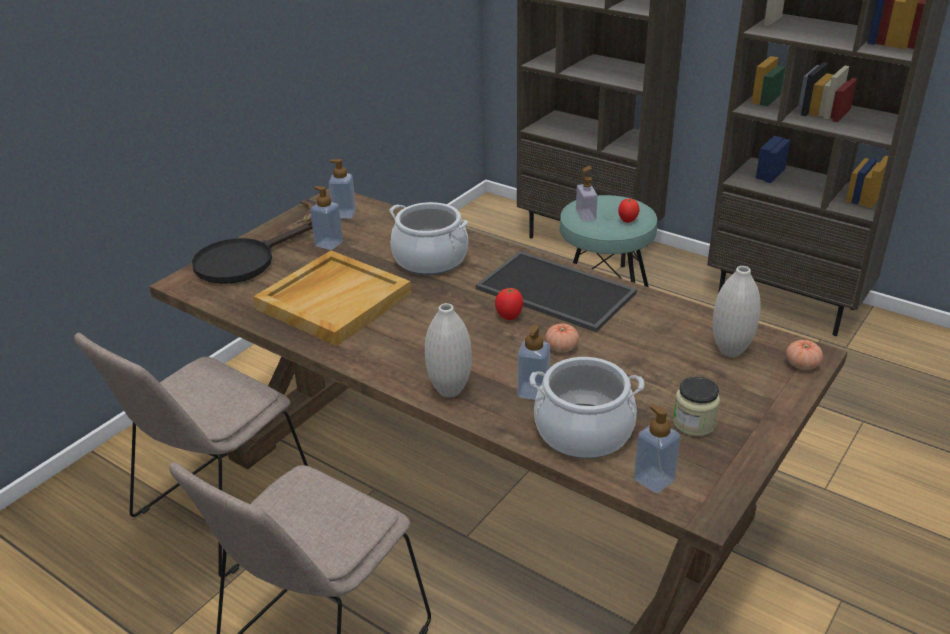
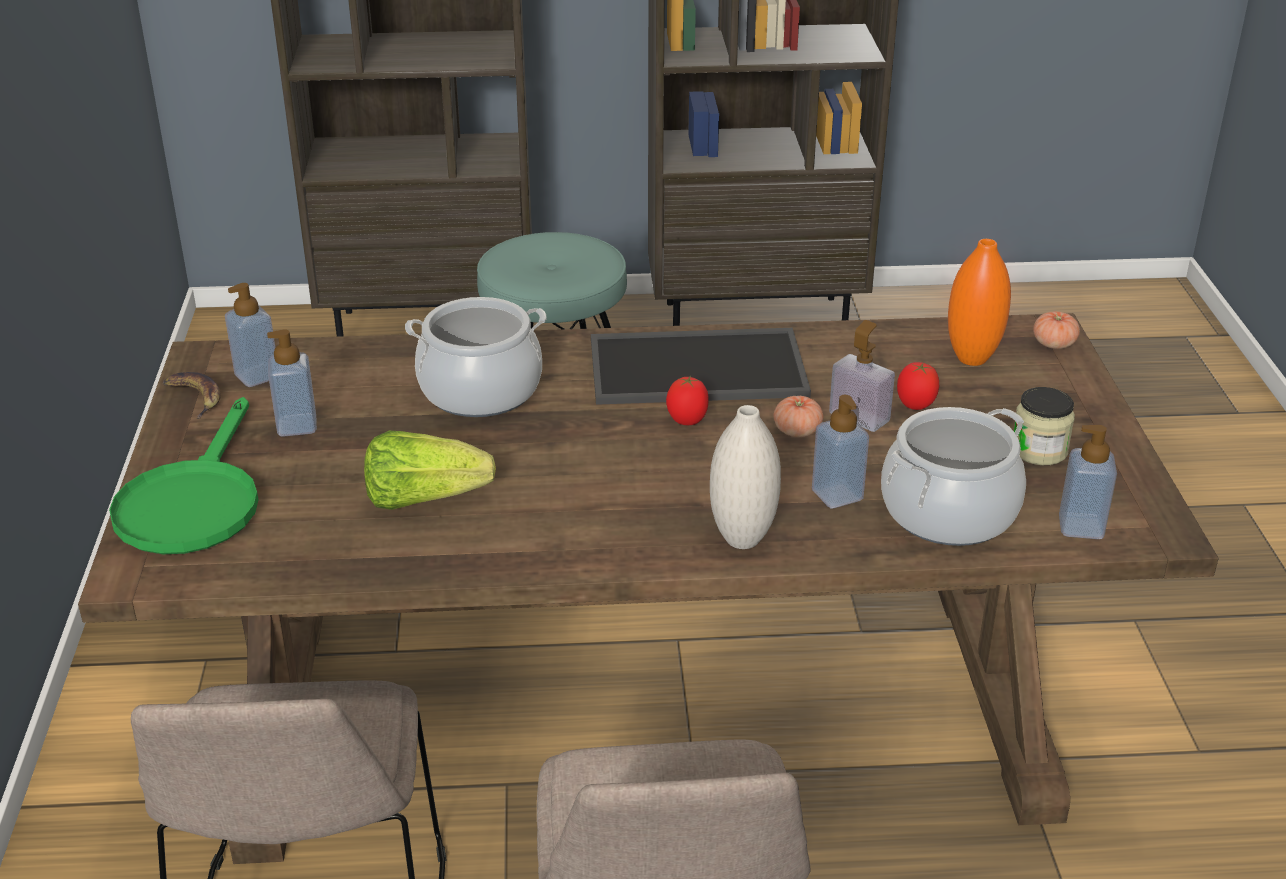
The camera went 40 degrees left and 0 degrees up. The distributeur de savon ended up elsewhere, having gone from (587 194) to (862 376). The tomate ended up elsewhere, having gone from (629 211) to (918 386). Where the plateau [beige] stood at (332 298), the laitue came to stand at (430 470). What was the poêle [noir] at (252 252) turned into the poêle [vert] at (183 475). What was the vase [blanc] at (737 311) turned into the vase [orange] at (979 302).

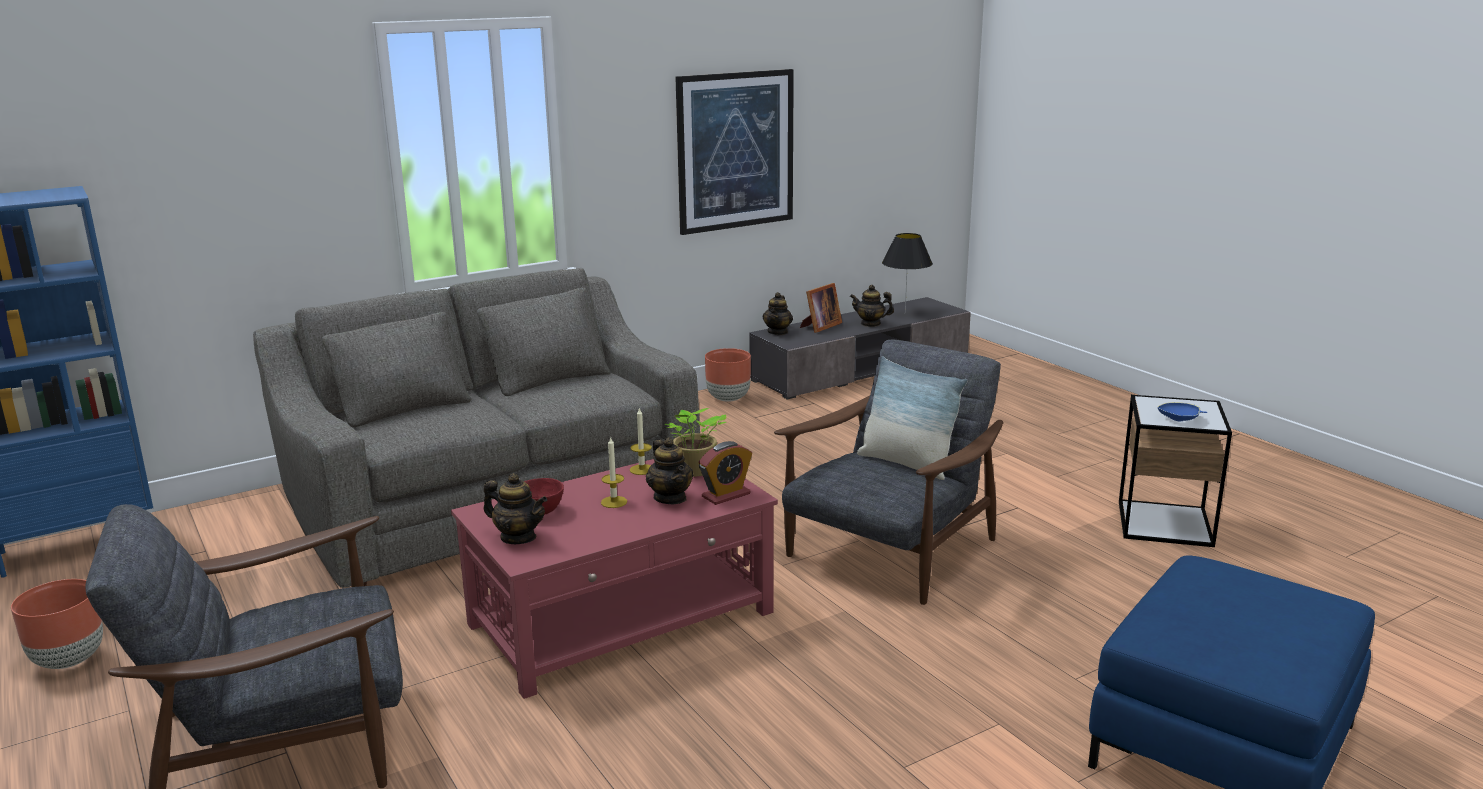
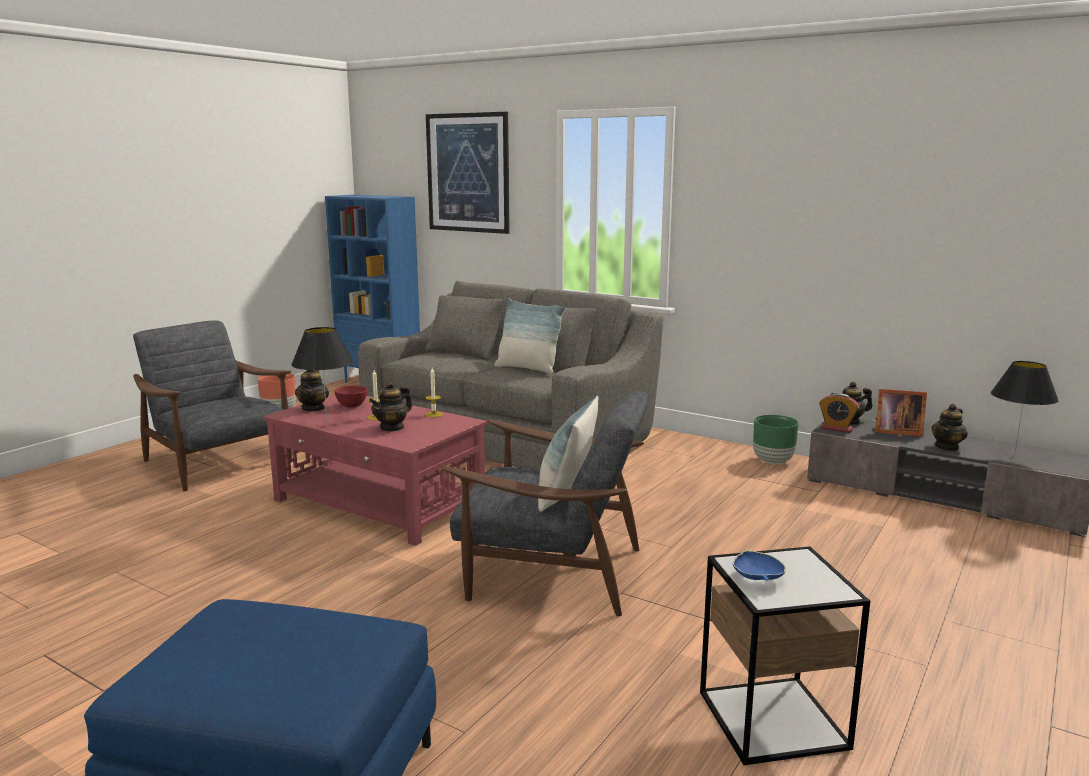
The camera went 65 degrees right and 5 degrees down. The second view lost the plante en pot at (695 442). The second view gained the lampe de table [noir] at (322 375). The second view gained the coussin at (529 336). The tableau ended up elsewhere, having gone from (734 152) to (468 173). The réveil ended up elsewhere, having gone from (725 473) to (839 413). What was the cache-pot [marron] at (728 375) turned into the cache-pot [vert] at (776 439). The théière at (872 306) ended up facing another way, 120 degrees counterclockwise from before.

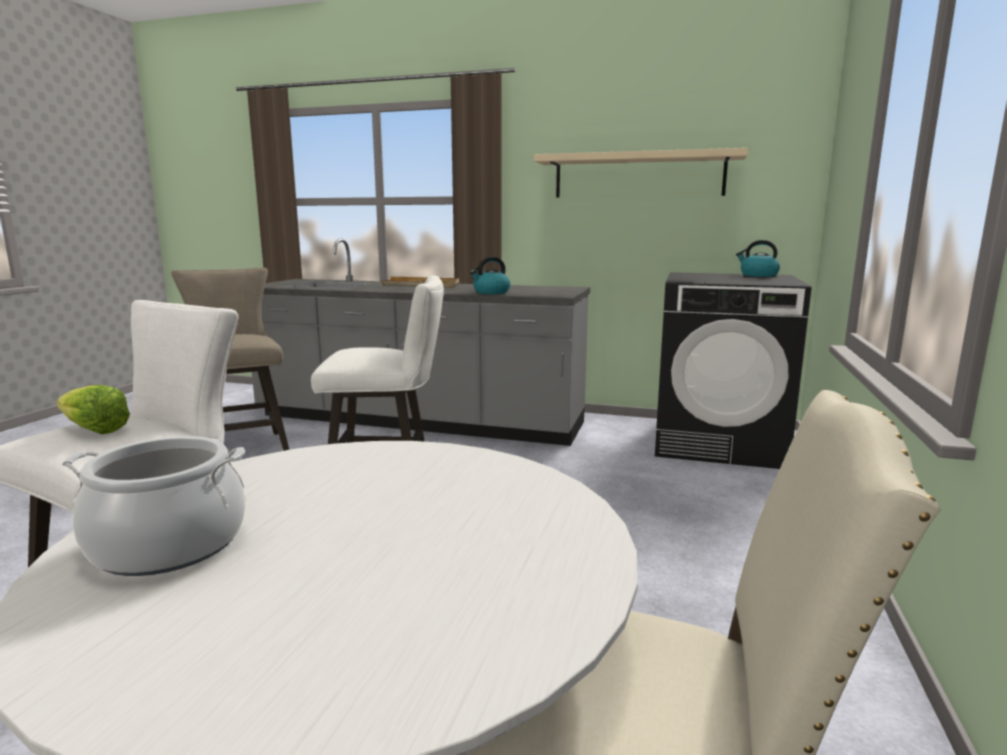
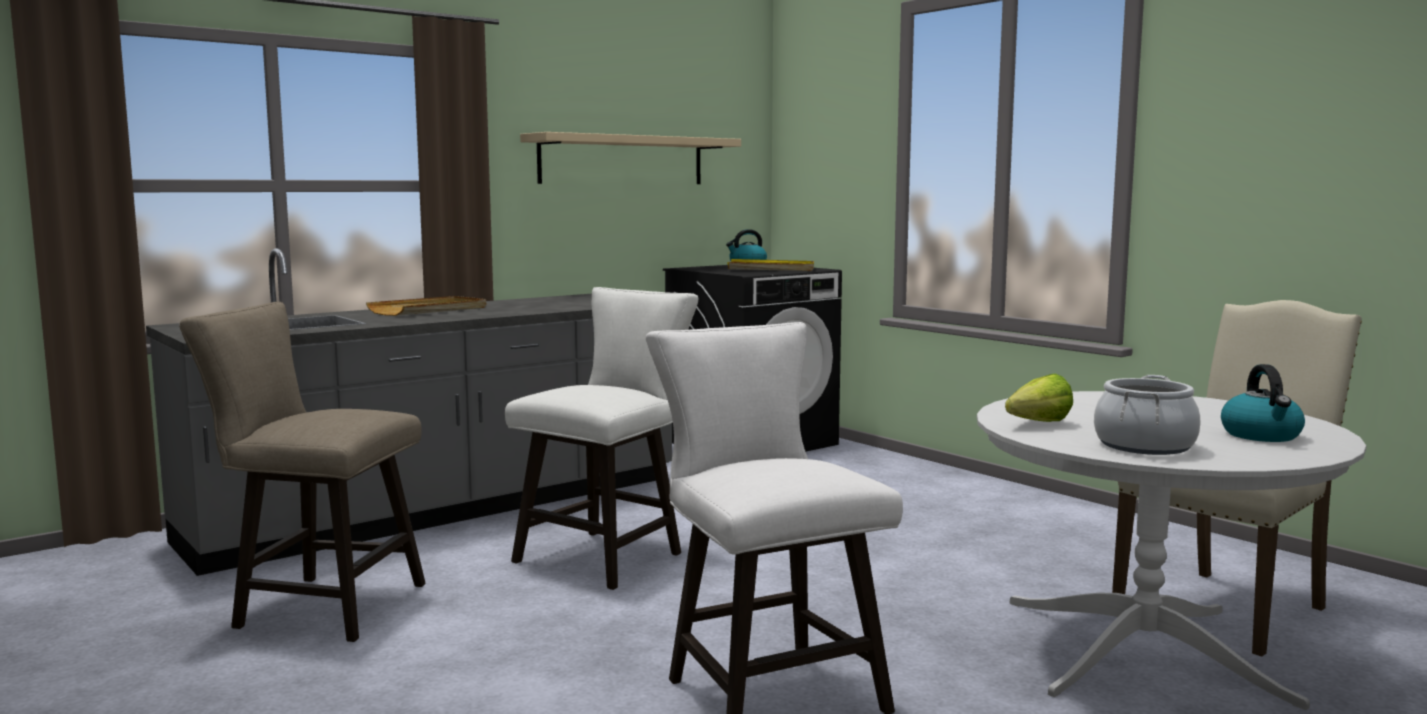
The camera went 55 degrees left and 5 degrees down. The second view gained the plateau [jaune] at (771 265). The laitue ended up elsewhere, having gone from (93 409) to (1039 398). The bouilloire ended up elsewhere, having gone from (490 275) to (1263 403).

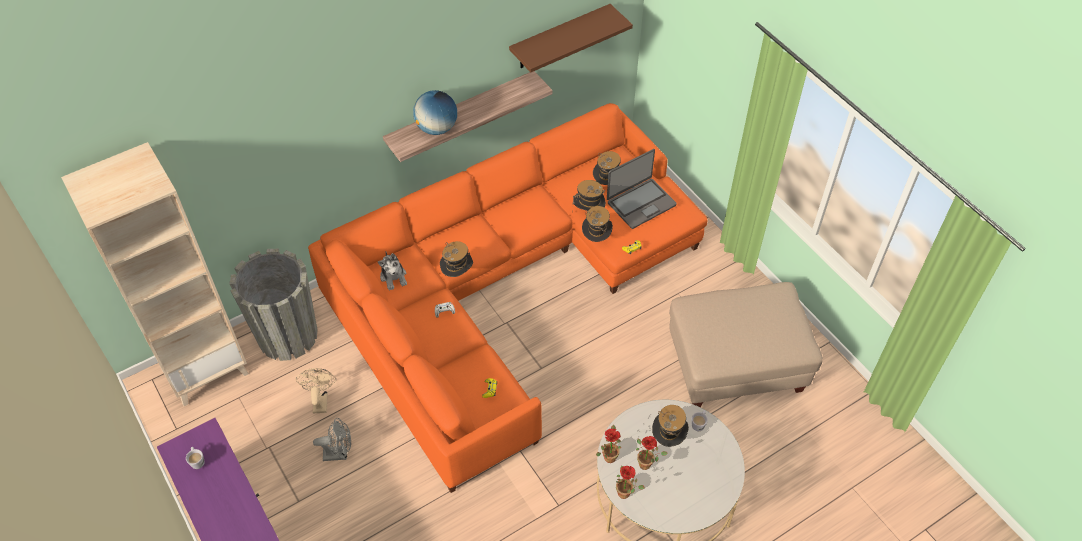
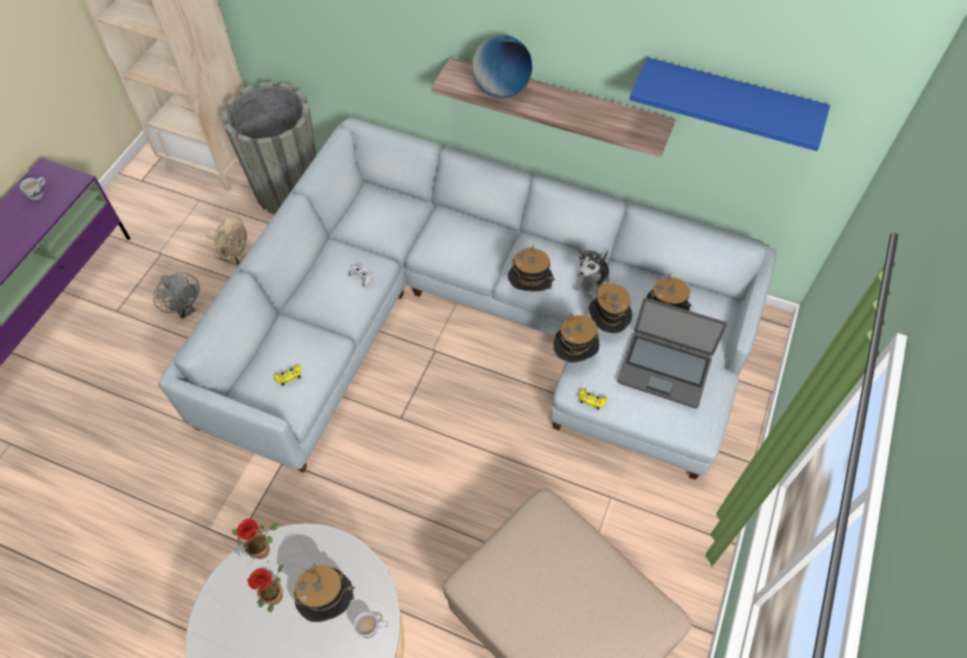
The camera went 55 degrees right and 5 degrees up. The second view lost the plante en pot at (630 482). The peluche ended up elsewhere, having gone from (392 270) to (590 274). The chapeau ended up elsewhere, having gone from (456 259) to (531 267). What was the canapé [orange] at (507 298) turned into the canapé [gris] at (467 299). What was the étagère [marron] at (571 38) turned into the étagère [bleu] at (729 104). The ventilateur [beige] at (315 390) ended up facing another way, 60 degrees clockwise from before.

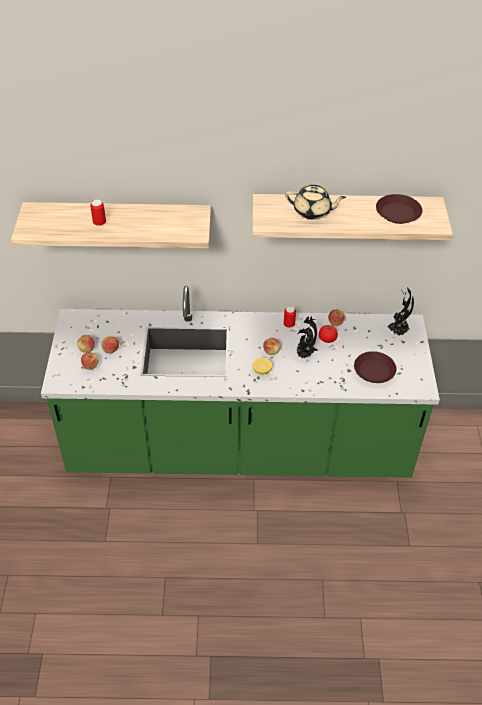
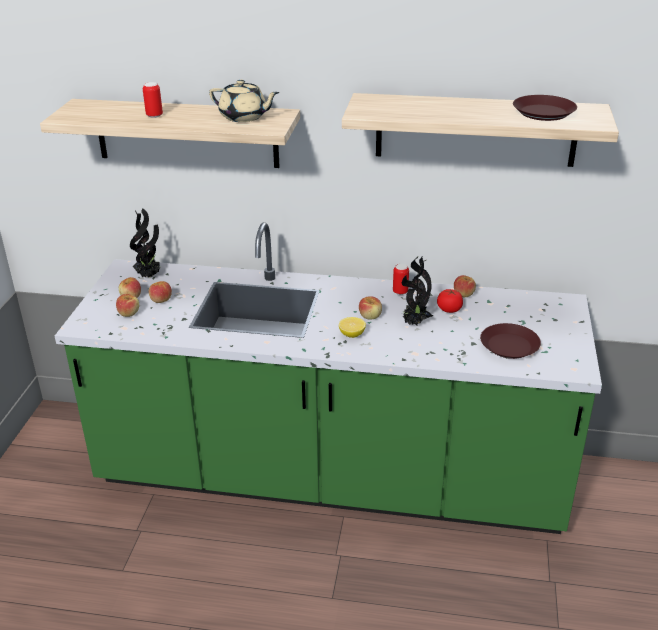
The camera went 10 degrees right and 15 degrees down. The théière [beige] ended up elsewhere, having gone from (315 202) to (244 101). The plante en pot ended up elsewhere, having gone from (400 312) to (144 243).

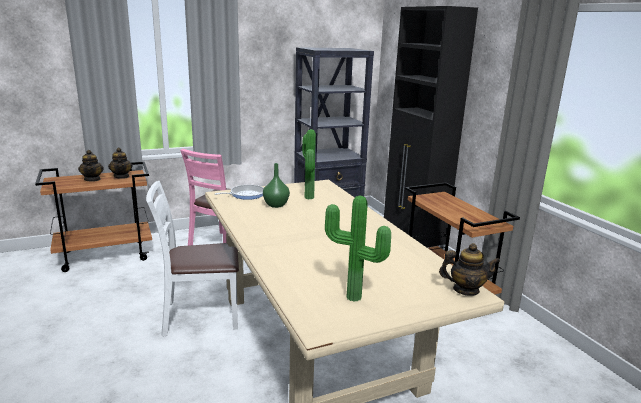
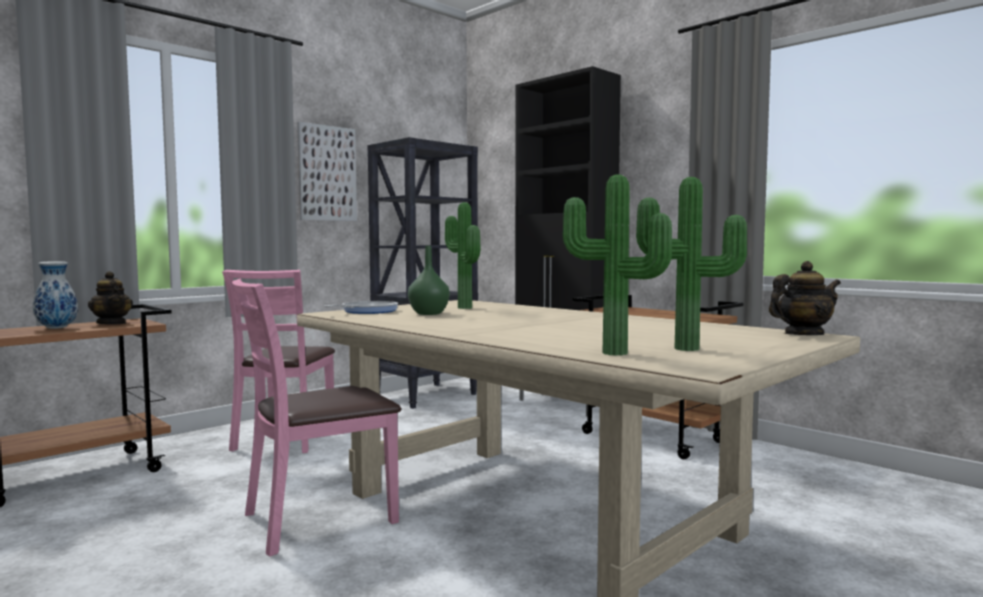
The camera went 20 degrees left and 15 degrees down. The second view gained the tableau at (327 171). The second view gained the plante en pot at (617 265). Where the théière stood at (91 166), the vase came to stand at (55 295). What was the chaise [blanc] at (192 259) turned into the chaise [rose] at (316 417).

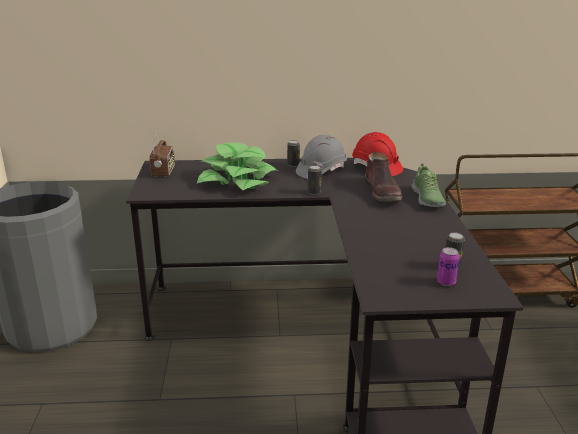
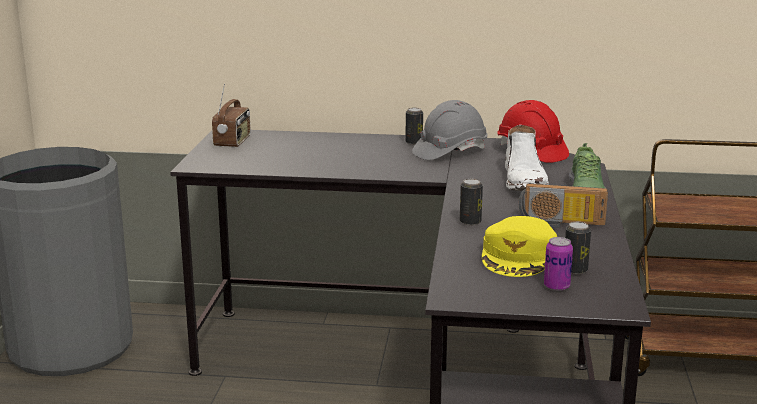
The camera went 10 degrees right and 5 degrees down. The second view lost the plante en pot at (237 166). The second view gained the casquette [jaune] at (519 246). The second view gained the radio at (563 206). The boîte métallique ended up elsewhere, having gone from (315 180) to (471 202). What was the botte [marron] at (383 177) turned into the botte [blanc] at (527 158).

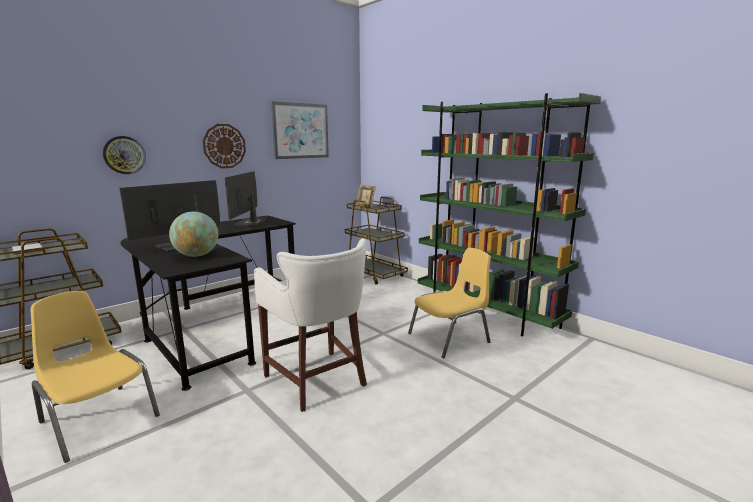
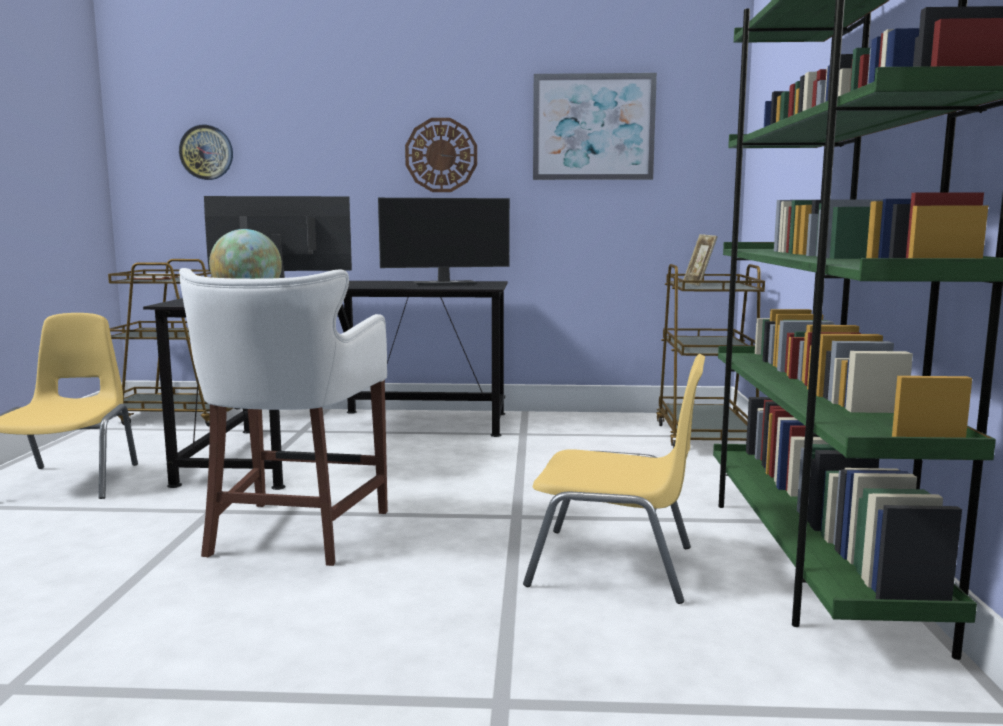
The camera went 45 degrees right and 5 degrees down. The horloge murale ended up elsewhere, having gone from (124 155) to (206 152). The écran d'ordinateur at (246 198) ended up facing another way, 150 degrees counterclockwise from before.

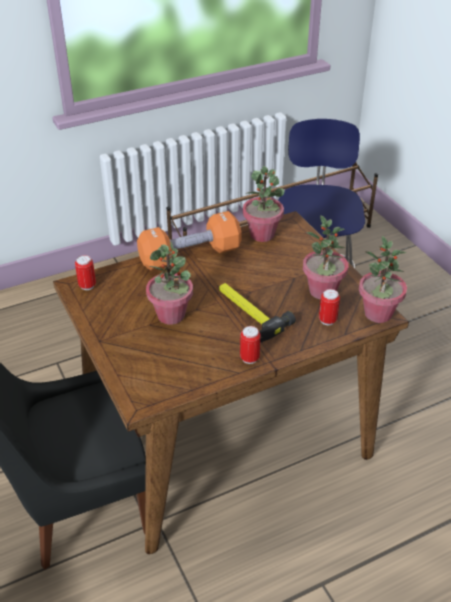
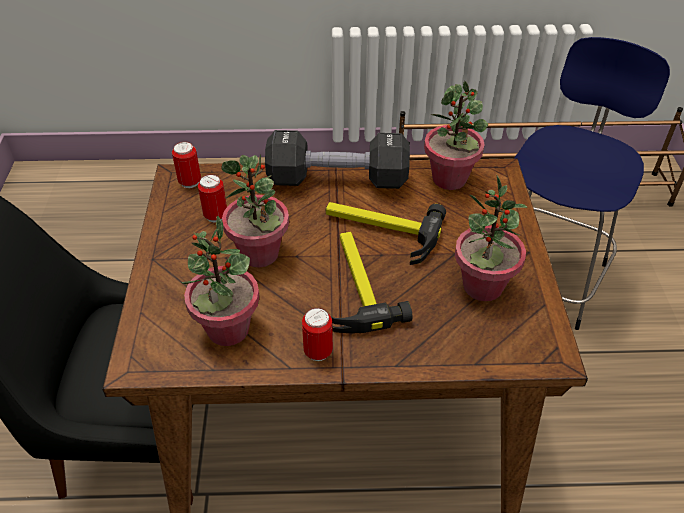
The camera went 25 degrees right and 5 degrees up. The second view gained the marteau at (386 233). The boîte métallique ended up elsewhere, having gone from (329 307) to (212 198). The plante en pot ended up elsewhere, having gone from (383 279) to (220 281). What was the haltère [orange] at (189 241) turned into the haltère [noir] at (337 159).

